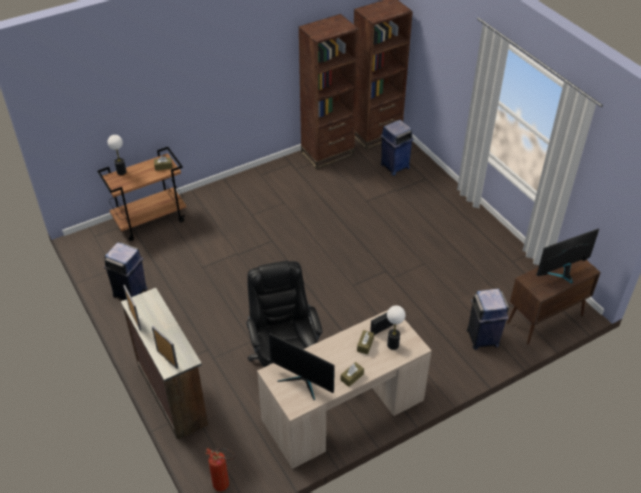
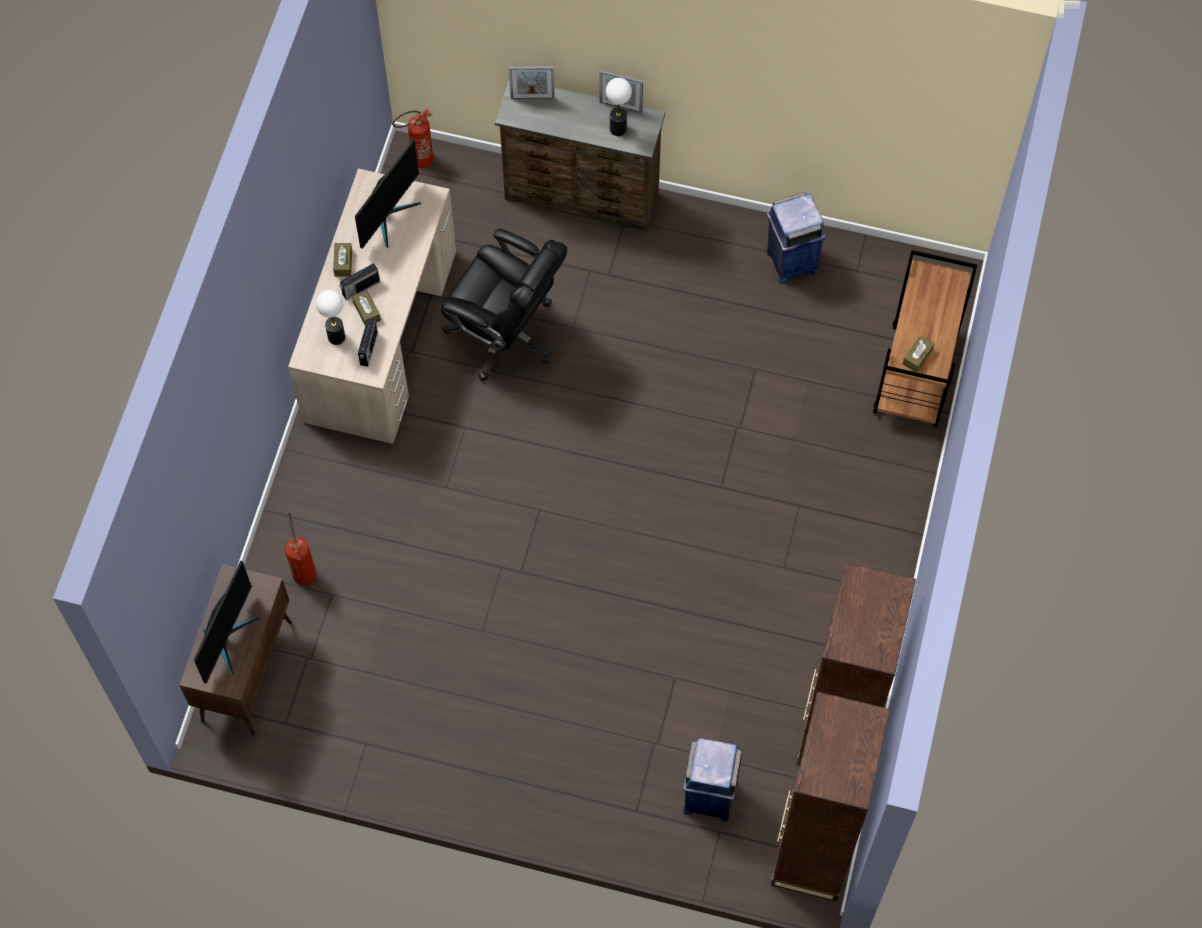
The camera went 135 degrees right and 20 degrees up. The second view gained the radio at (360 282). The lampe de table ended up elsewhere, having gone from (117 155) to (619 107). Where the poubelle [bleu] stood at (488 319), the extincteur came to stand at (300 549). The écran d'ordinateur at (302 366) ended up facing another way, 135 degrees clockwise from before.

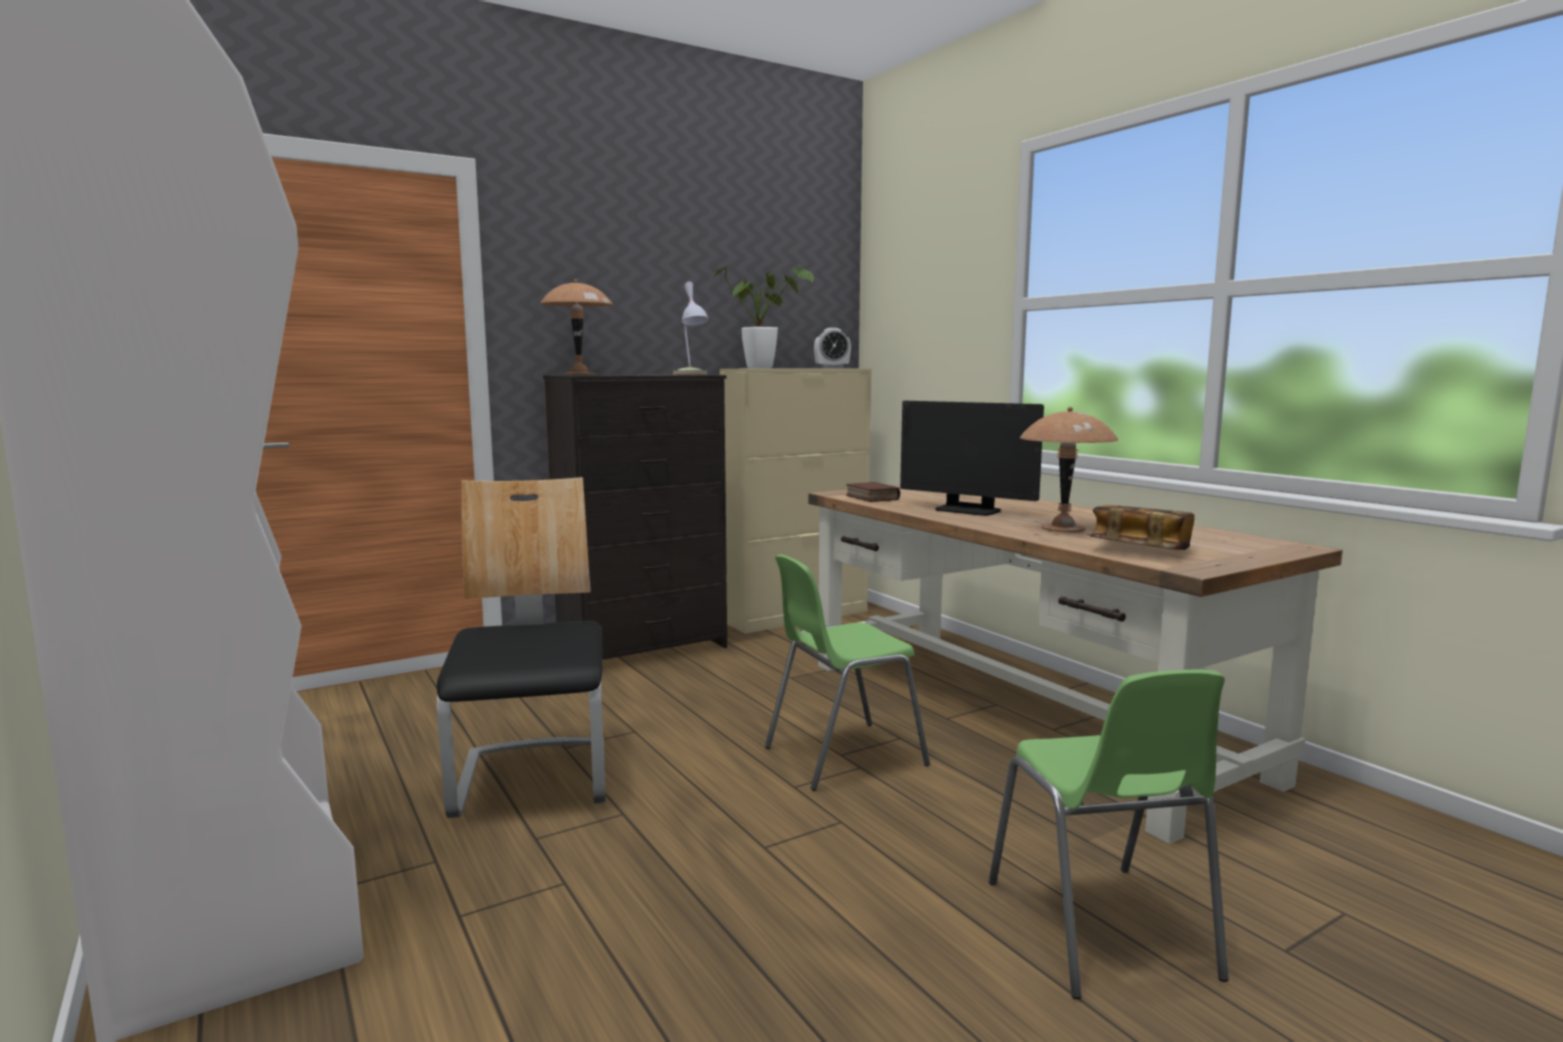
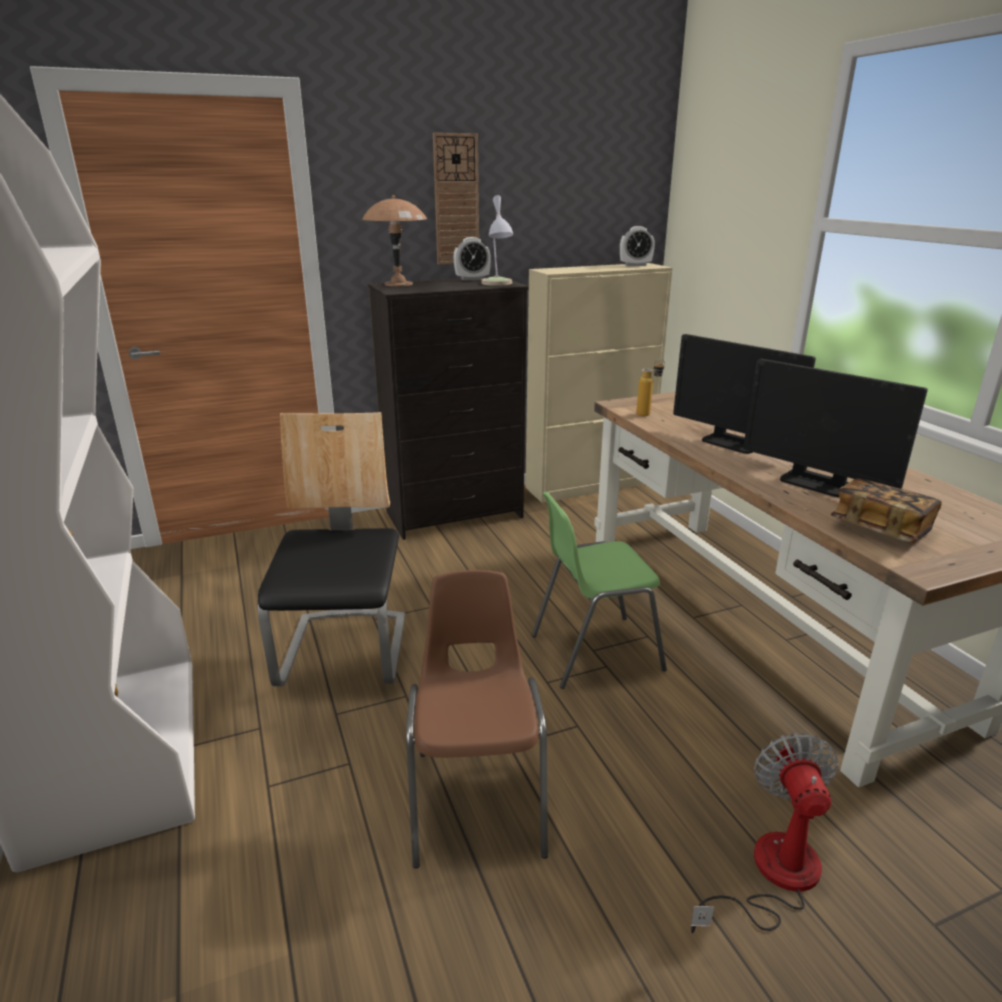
The camera went 10 degrees right and 15 degrees up. The second view lost the plante en pot at (764 316). The second view gained the chaise [marron] at (477 719). The second view gained the horloge murale at (456 199). The second view gained the réveil at (472 259). Where the livre stood at (873 492), the bouteille came to stand at (650 387). Where the chaise [vert] stood at (1109 834), the ventilateur came to stand at (764 833). Where the lampe de table [marron] stood at (1069 470), the écran d'ordinateur came to stand at (835 428).

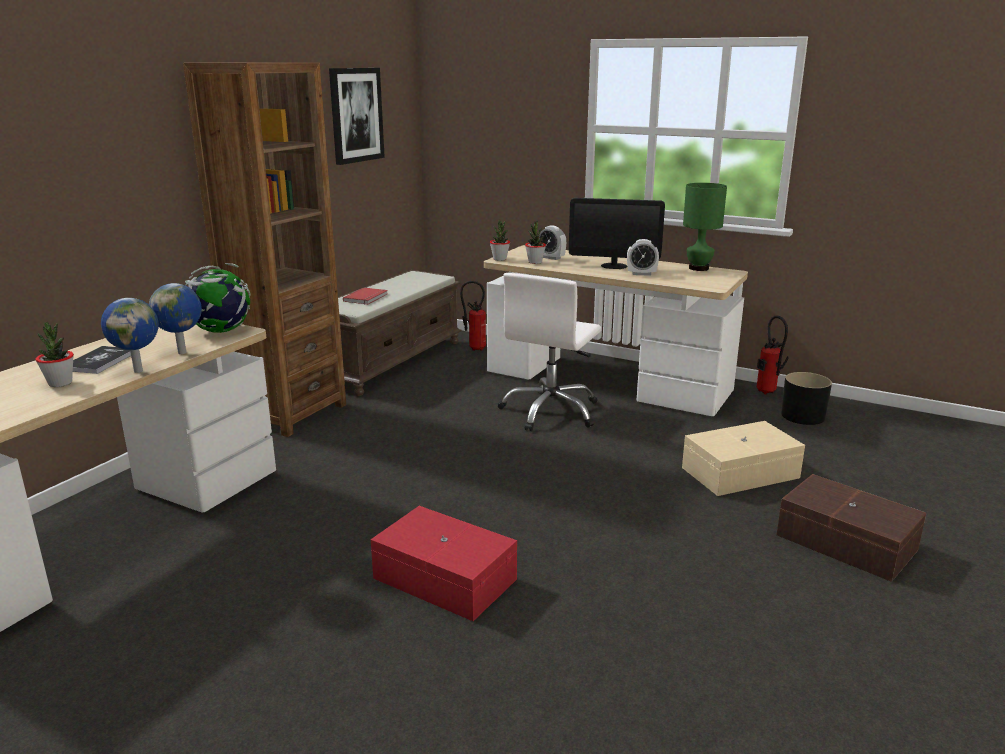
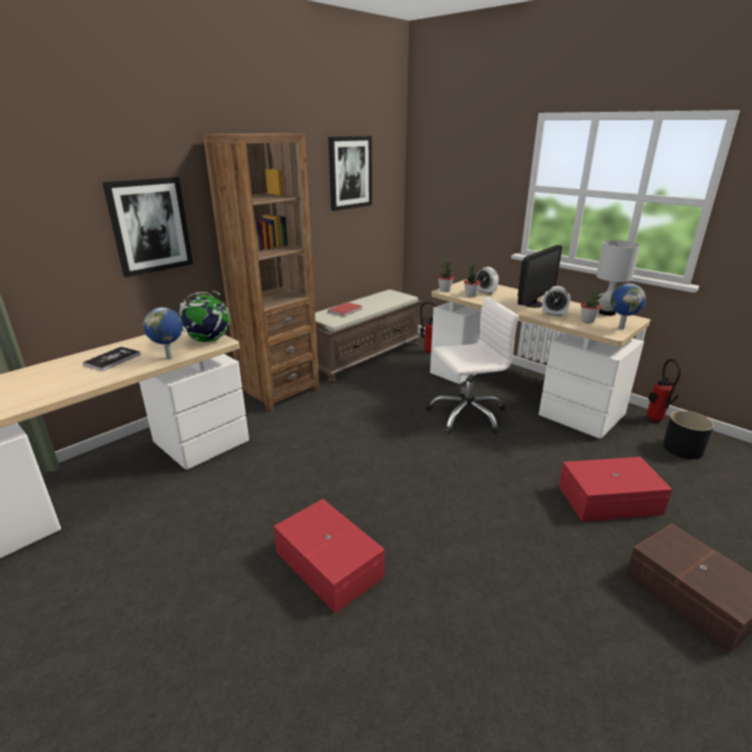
The camera went 15 degrees right and 5 degrees up. The second view gained the tableau at (147 227). The plante en pot ended up elsewhere, having gone from (54 354) to (592 304). The globe ended up elsewhere, having gone from (130 335) to (628 306). What was the boîte de rangement [beige] at (743 458) turned into the boîte de rangement [rouge] at (615 489). What was the lampe de table [vert] at (705 227) turned into the lampe de table [blanc] at (618 278). The chaise de bureau [blanc] at (549 352) ended up facing another way, 150 degrees counterclockwise from before. The écran d'ordinateur at (617 233) ended up facing another way, 75 degrees counterclockwise from before.

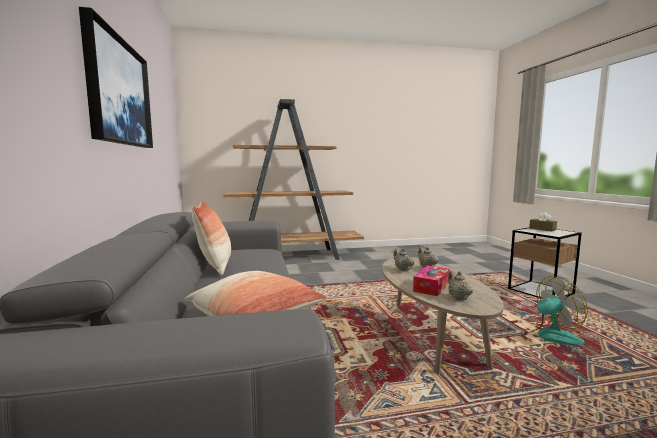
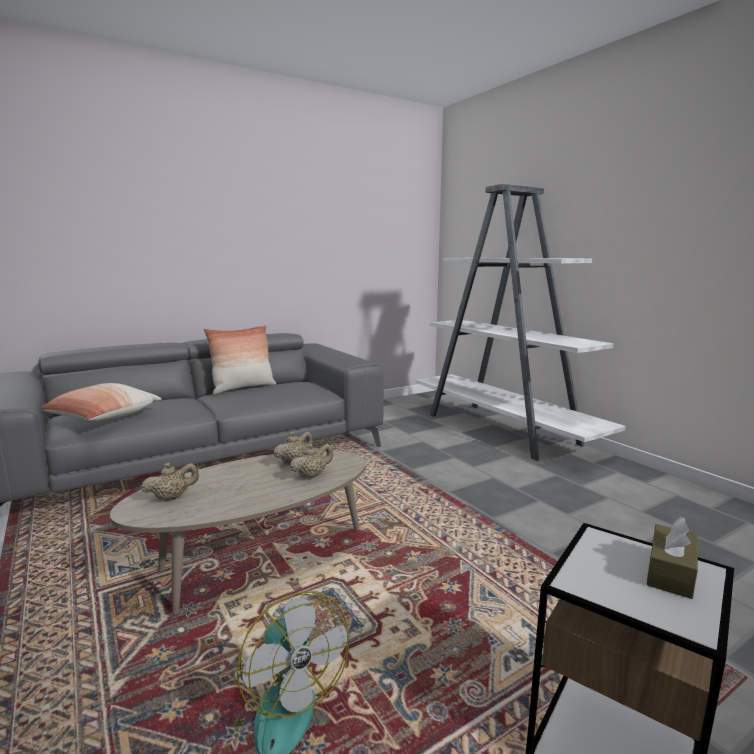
The camera went 70 degrees right and 5 degrees up. The second view lost the tableau at (116 77). The second view lost the boîte à mouchoirs at (431 280). What was the bibliothèque [marron] at (294 179) turned into the bibliothèque [blanc] at (520 322).

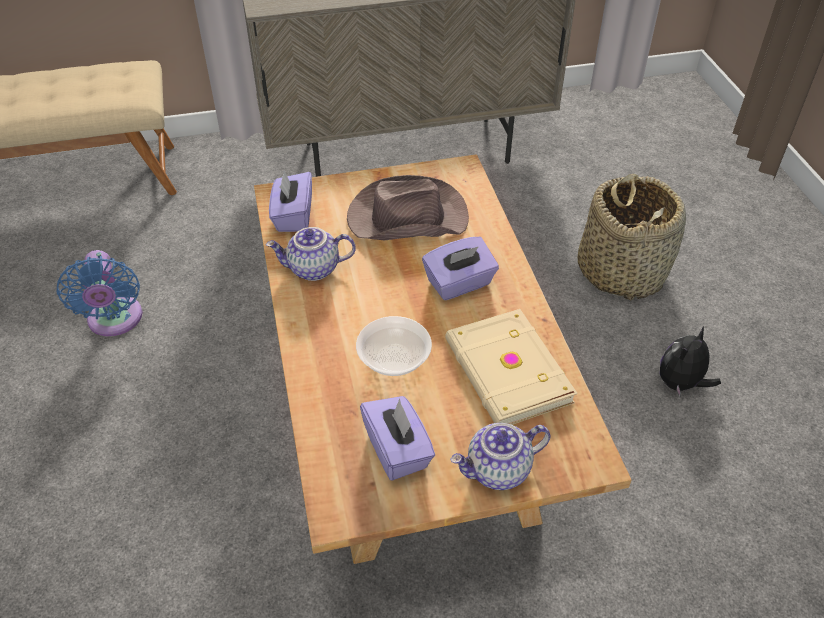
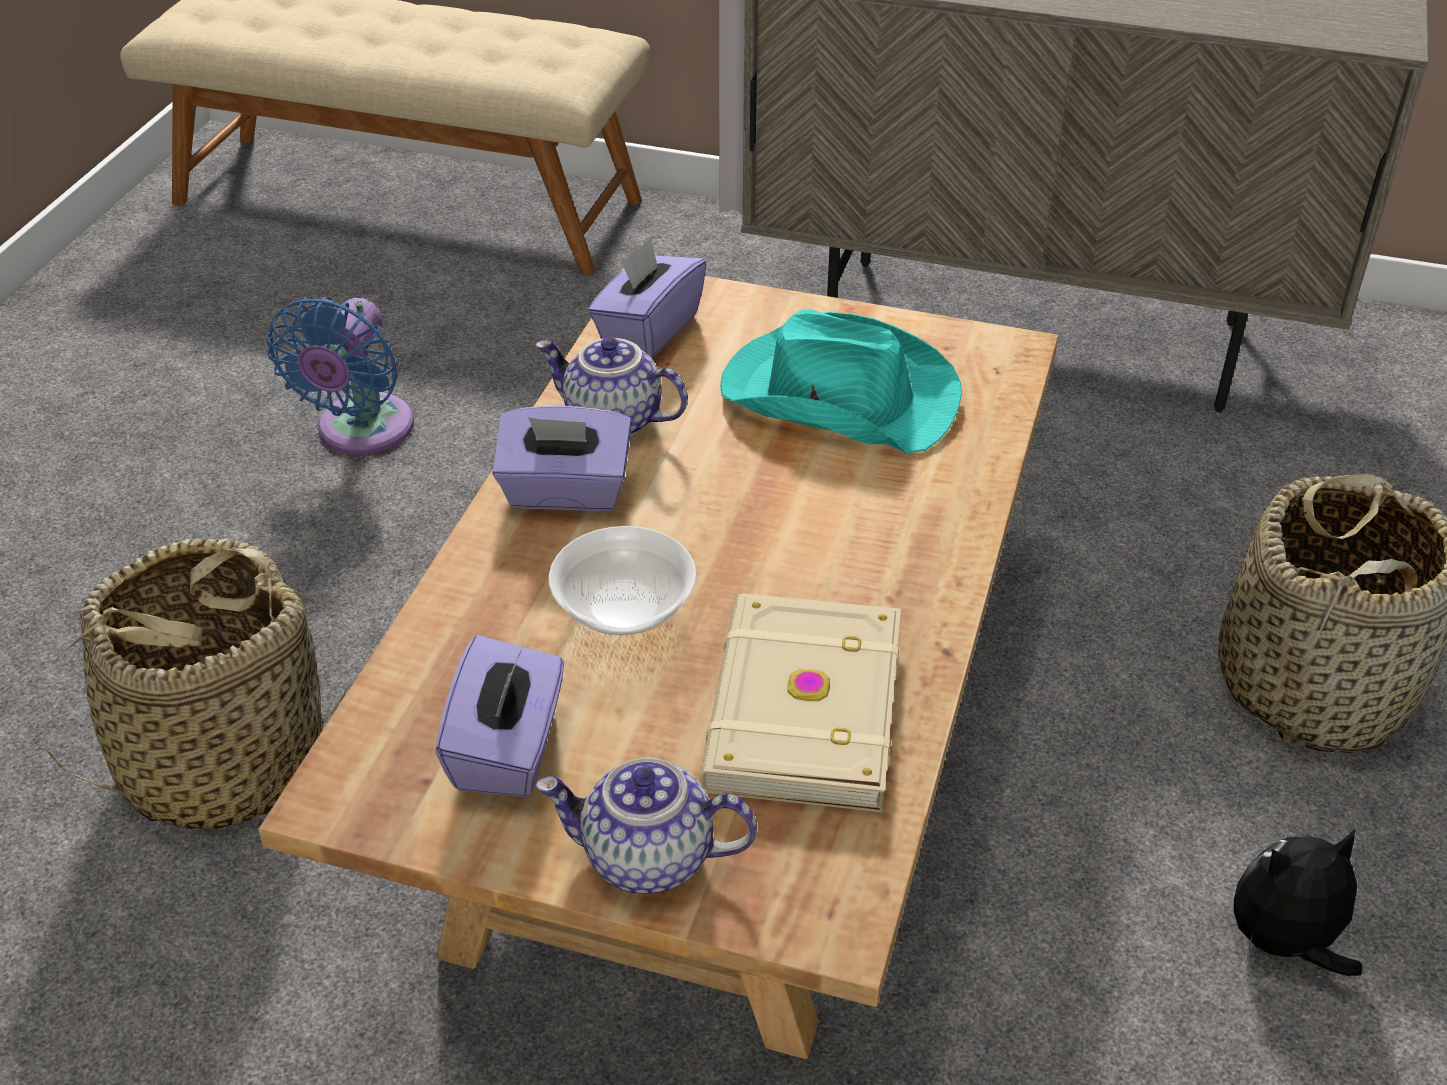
The camera went 30 degrees right and 5 degrees down. The second view gained the panier at (194 684). The boîte à mouchoirs [violet] ended up elsewhere, having gone from (460 268) to (562 458). What was the chapeau [marron] at (408 208) turned into the chapeau [turquoise] at (841 381).

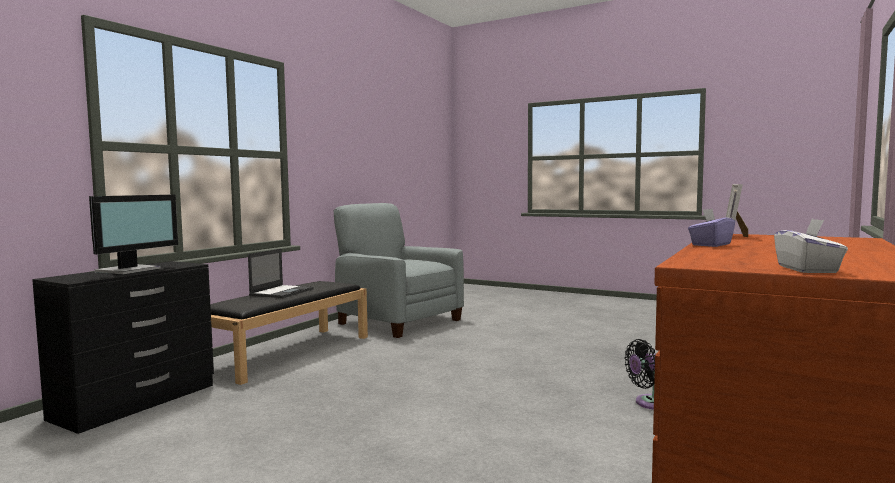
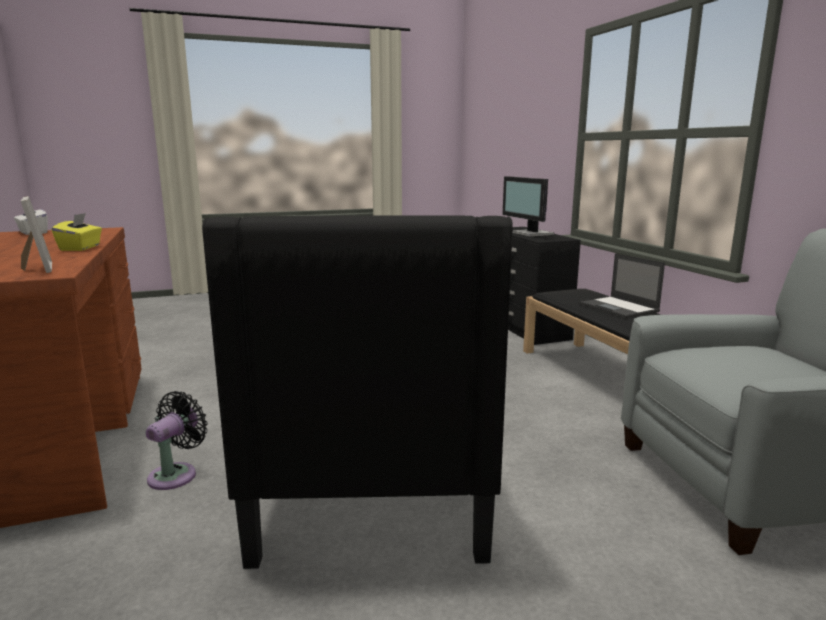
The camera went 130 degrees right and 10 degrees up. The second view gained the fauteuil [noir] at (357 392). What was the boîte à mouchoirs [violet] at (711 228) turned into the boîte à mouchoirs [jaune] at (77 232).

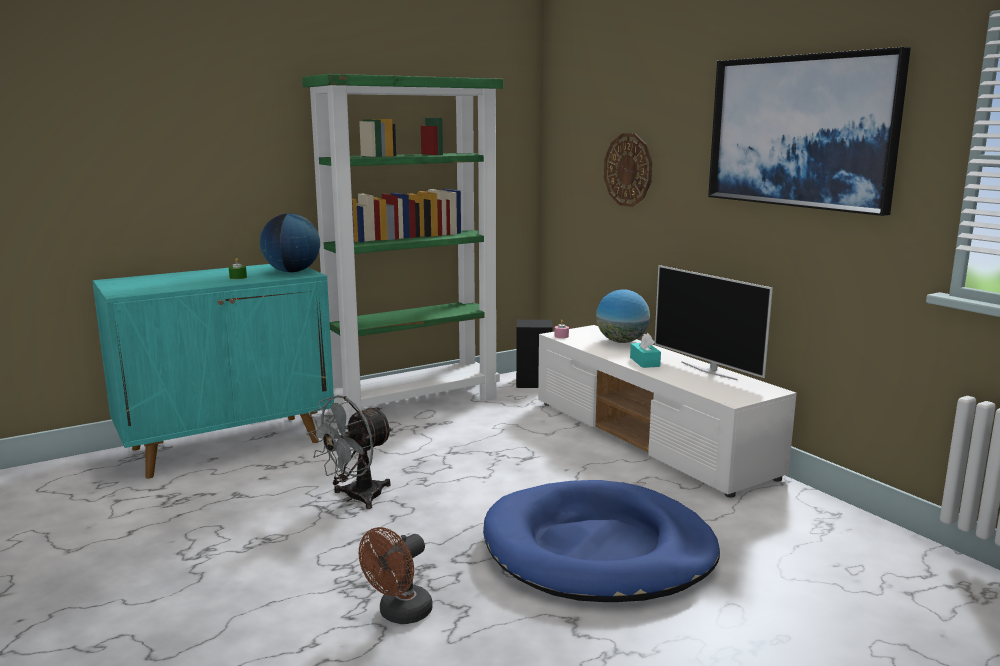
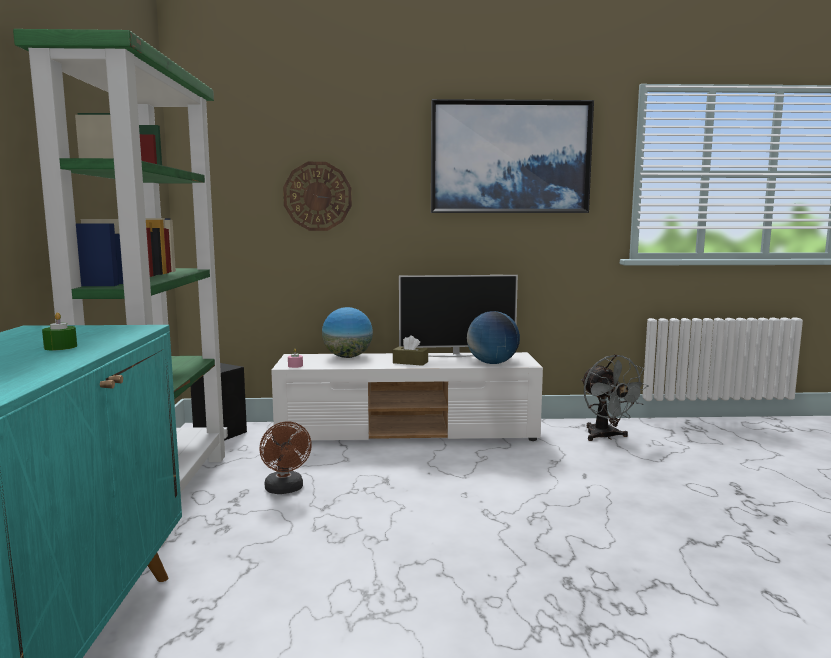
The camera went 60 degrees left and 5 degrees down. The second view lost the panier pour chien [bleu] at (601 541). The globe ended up elsewhere, having gone from (290 243) to (493 337). The ventilateur [gris] ended up elsewhere, having gone from (350 452) to (615 397). The ventilateur [marron] ended up elsewhere, having gone from (396 575) to (285 457). What was the boîte à mouchoirs [turquoise] at (645 350) turned into the boîte à mouchoirs [marron] at (410 351).

